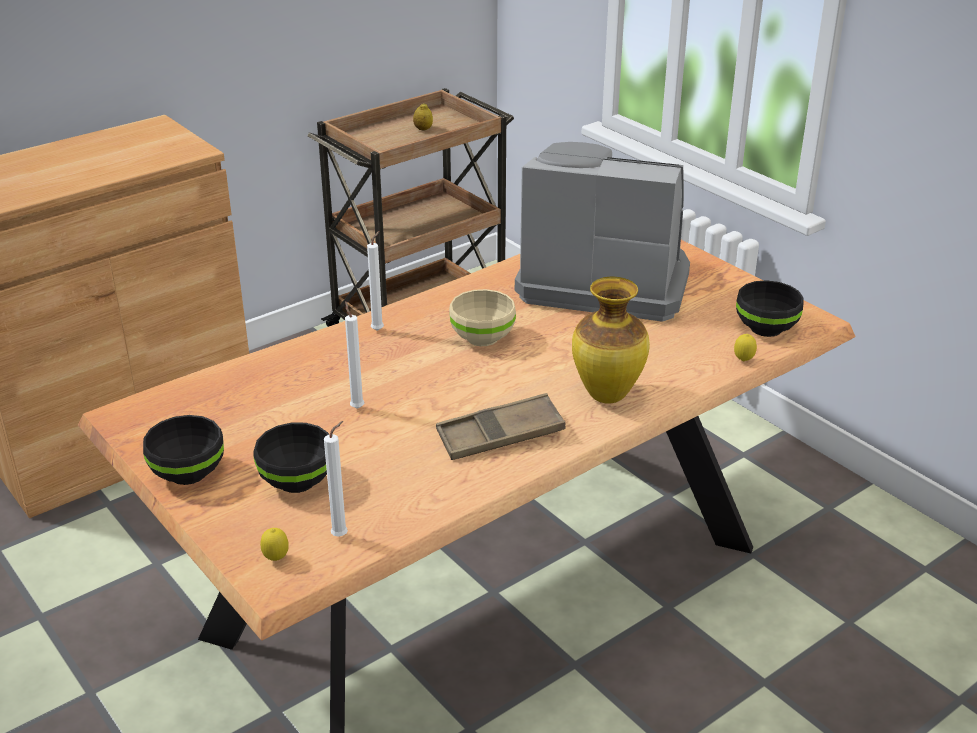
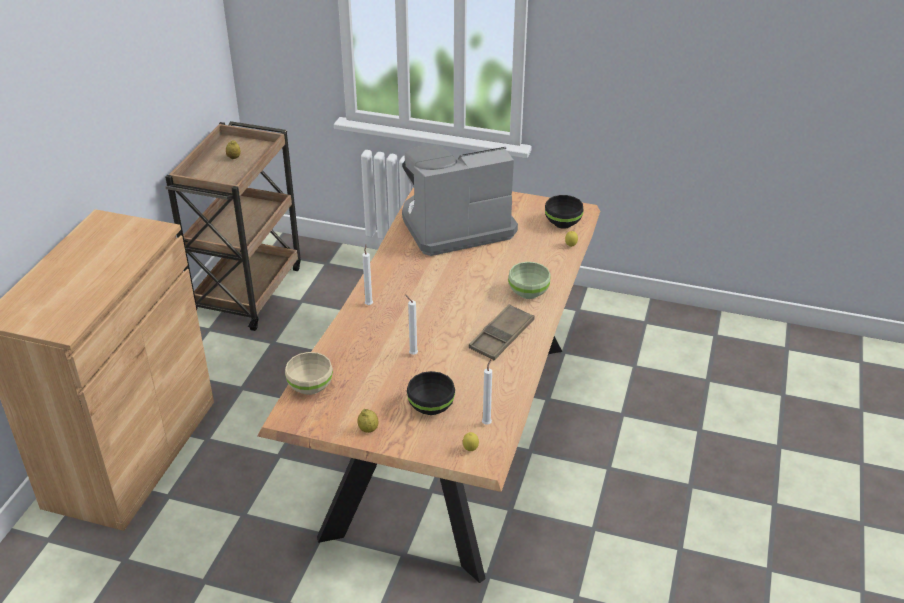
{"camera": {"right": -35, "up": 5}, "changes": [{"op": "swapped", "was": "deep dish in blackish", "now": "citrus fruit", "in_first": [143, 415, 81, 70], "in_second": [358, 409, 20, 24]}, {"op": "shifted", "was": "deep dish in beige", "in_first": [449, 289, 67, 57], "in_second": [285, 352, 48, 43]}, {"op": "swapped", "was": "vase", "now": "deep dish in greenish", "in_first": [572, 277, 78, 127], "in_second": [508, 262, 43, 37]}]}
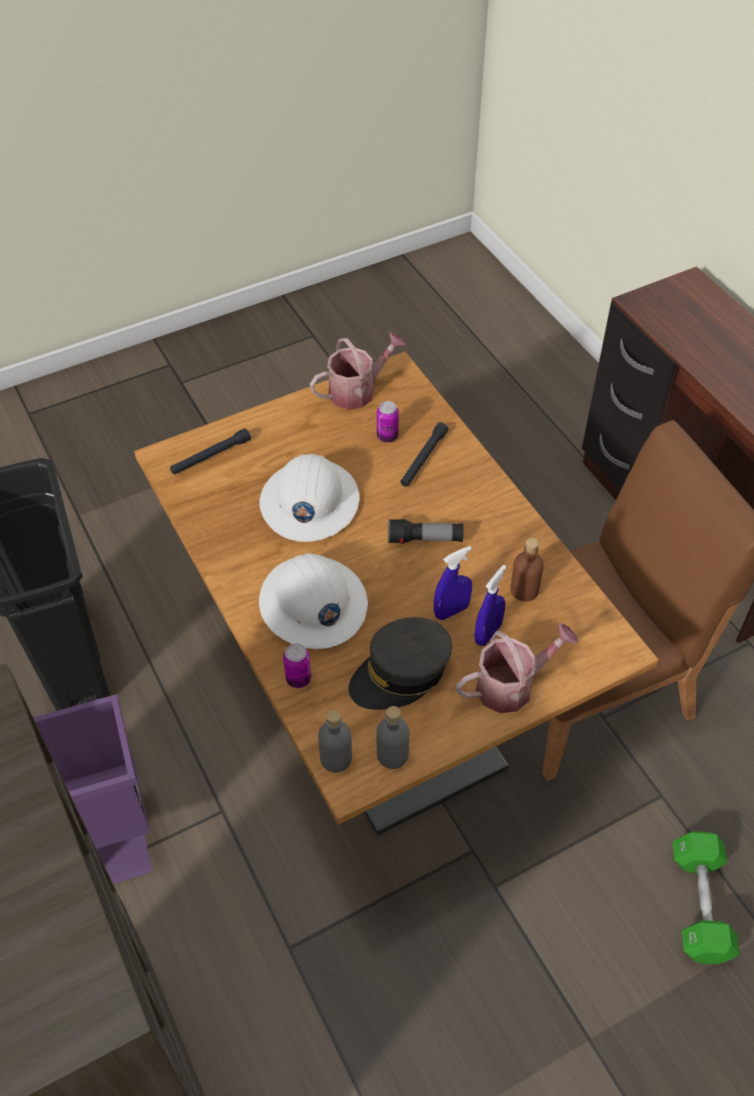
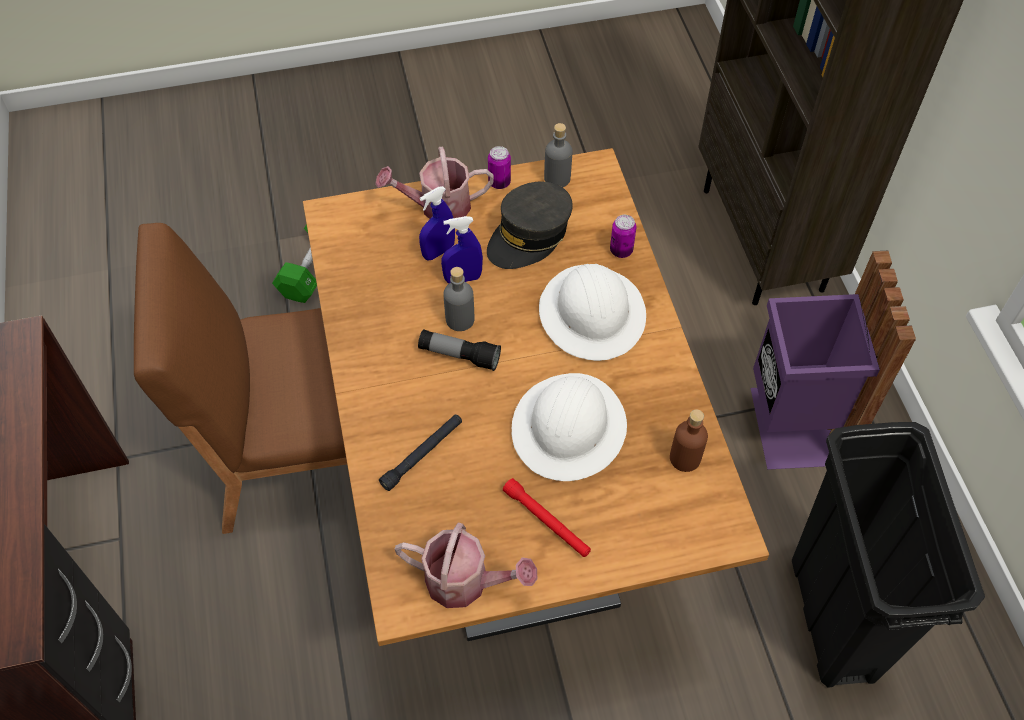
{"camera": {"right": -165, "up": 5}, "changes": [{"op": "gone", "was": "torch in blackish", "in_first": [170, 428, 81, 46]}, {"op": "rotated", "was": "sprinkling can", "in_first": [310, 332, 96, 78], "in_second": [395, 523, 142, 85], "clockwise": -150}, {"op": "shifted", "was": "drink bottle in greyish", "in_first": [318, 710, 34, 62], "in_second": [443, 267, 31, 64]}, {"op": "rotated", "was": "baseball cap in greyish", "in_first": [348, 617, 104, 93], "in_second": [487, 182, 86, 87], "clockwise": 150}, {"op": "shifted", "was": "metal can", "in_first": [377, 401, 22, 42], "in_second": [488, 146, 23, 43]}, {"op": "shifted", "was": "drink bottle in brown", "in_first": [510, 538, 34, 64], "in_second": [670, 409, 38, 63]}, {"op": "new", "now": "torch in red", "in_second": [503, 478, 88, 79]}]}
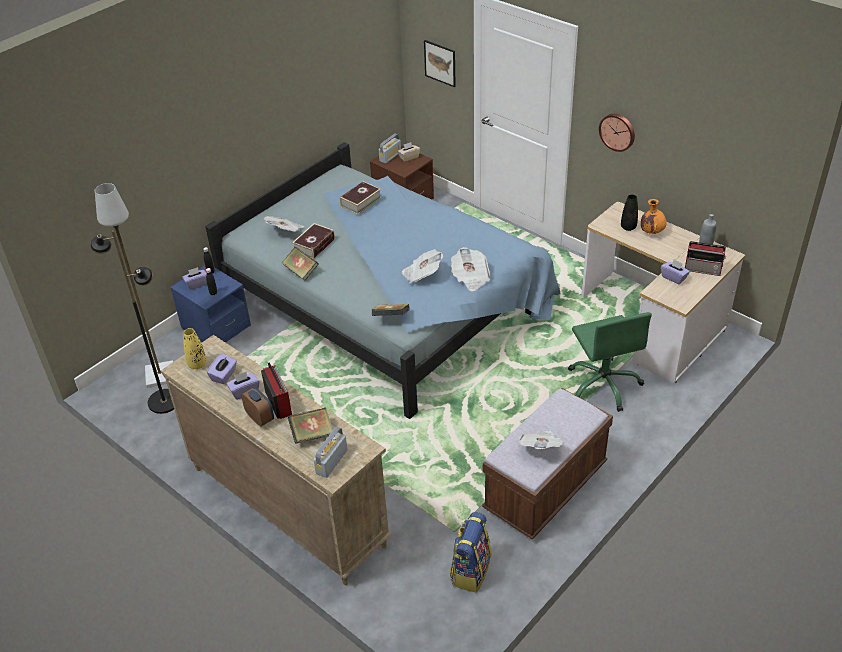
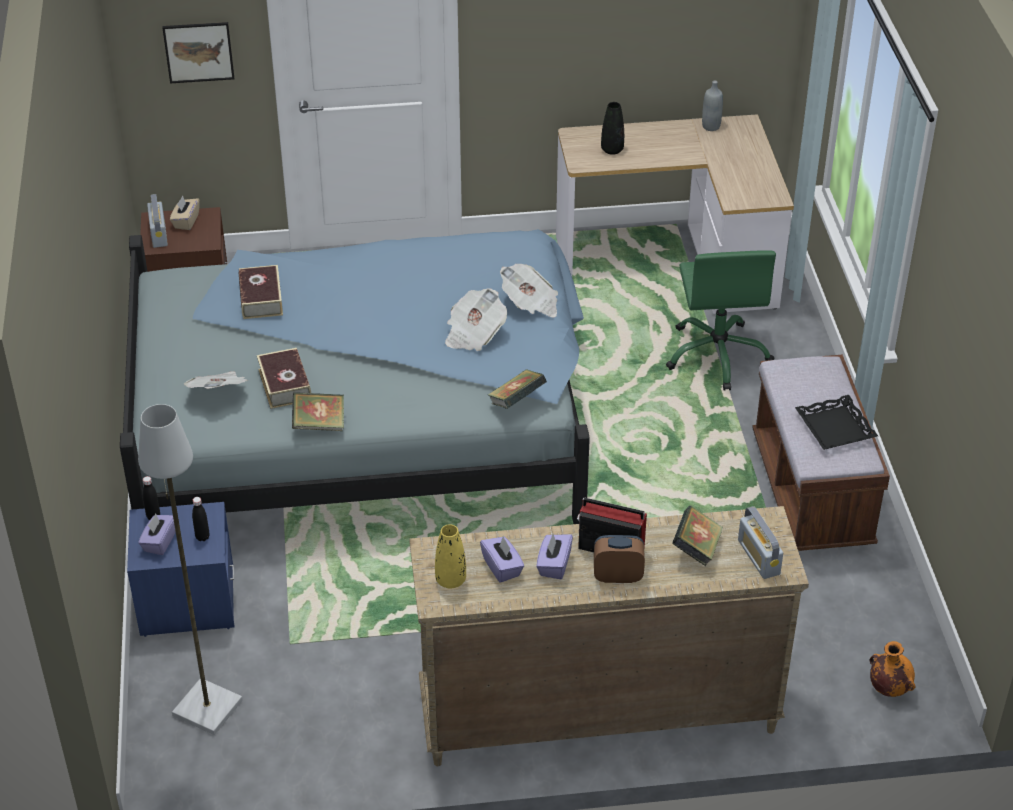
{"camera": {"right": -50, "up": 0}, "changes": [{"op": "gone", "was": "floor lamp in blackish", "in_first": [90, 230, 84, 184]}, {"op": "gone", "was": "backpack", "in_first": [450, 512, 41, 81]}, {"op": "swapped", "was": "printed paper", "now": "serving tray in blackish", "in_first": [518, 431, 47, 18], "in_second": [795, 395, 83, 55]}, {"op": "rotated", "was": "desk chair in greenish", "in_first": [568, 312, 84, 100], "in_second": [666, 250, 110, 140], "clockwise": 60}, {"op": "gone", "was": "wall clock", "in_first": [599, 114, 36, 38]}, {"op": "shifted", "was": "vase in orange", "in_first": [641, 199, 26, 35], "in_second": [869, 641, 47, 56]}, {"op": "gone", "was": "box of tissues in purple-coloured", "in_first": [661, 259, 29, 25]}, {"op": "gone", "was": "radio set", "in_first": [685, 241, 41, 35]}]}
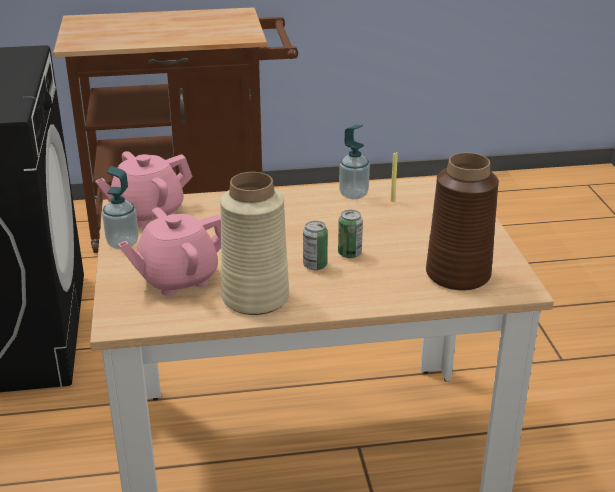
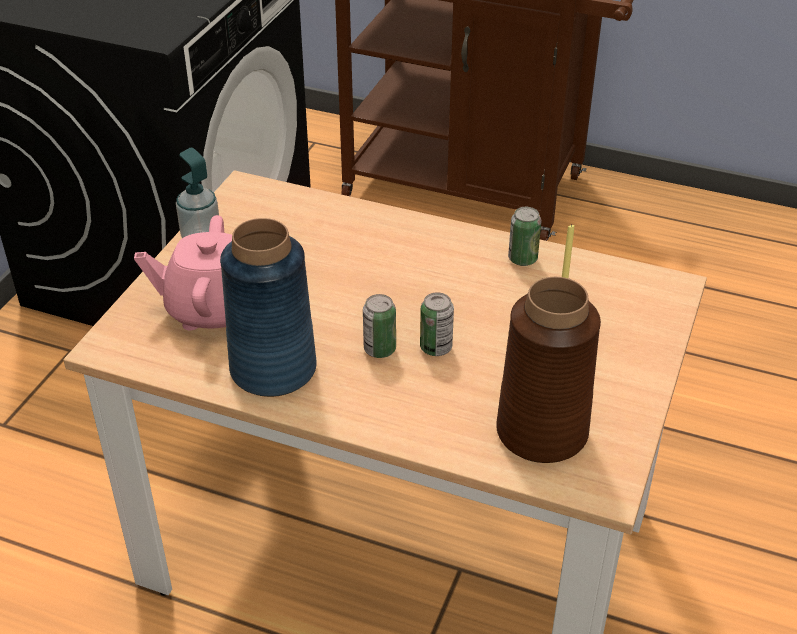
{"camera": {"right": 30, "up": 10}, "changes": [{"op": "gone", "was": "tea pot in pink-coloured", "in_first": [95, 151, 98, 76]}, {"op": "repainted", "was": "vase in beige", "now": "vase in bluish", "in_first": [220, 172, 69, 143], "in_second": [220, 218, 97, 179]}, {"op": "swapped", "was": "liquid soap bottle", "now": "metal can", "in_first": [339, 125, 31, 74], "in_second": [508, 207, 34, 59]}]}
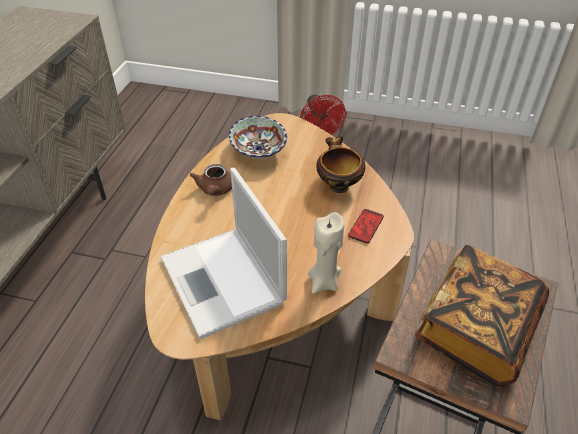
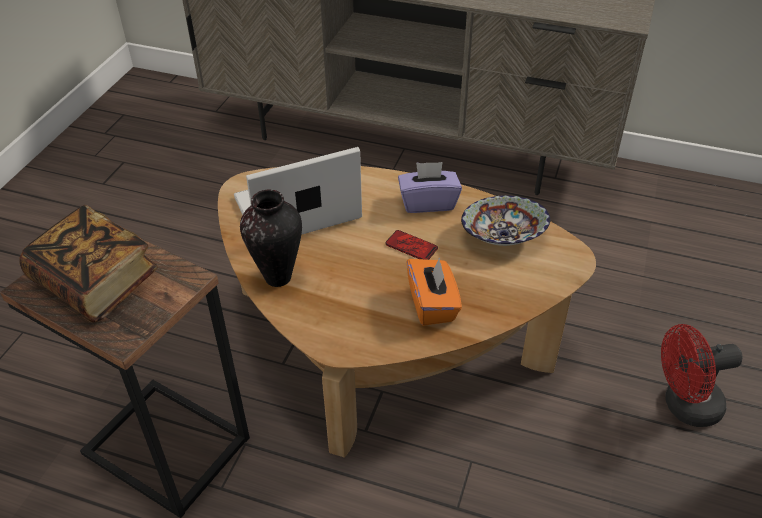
{"camera": {"right": 95, "up": 0}, "changes": [{"op": "swapped", "was": "tea pot in brown", "now": "box of tissues in purple-coloured", "in_first": [190, 164, 42, 32], "in_second": [398, 162, 64, 51]}, {"op": "swapped", "was": "candle in beige", "now": "vase", "in_first": [308, 212, 36, 82], "in_second": [240, 189, 62, 98]}, {"op": "swapped", "was": "deep dish", "now": "box of tissues in orange", "in_first": [317, 136, 49, 57], "in_second": [406, 257, 56, 69]}, {"op": "shifted", "was": "handset", "in_first": [348, 209, 36, 34], "in_second": [385, 230, 53, 30]}]}
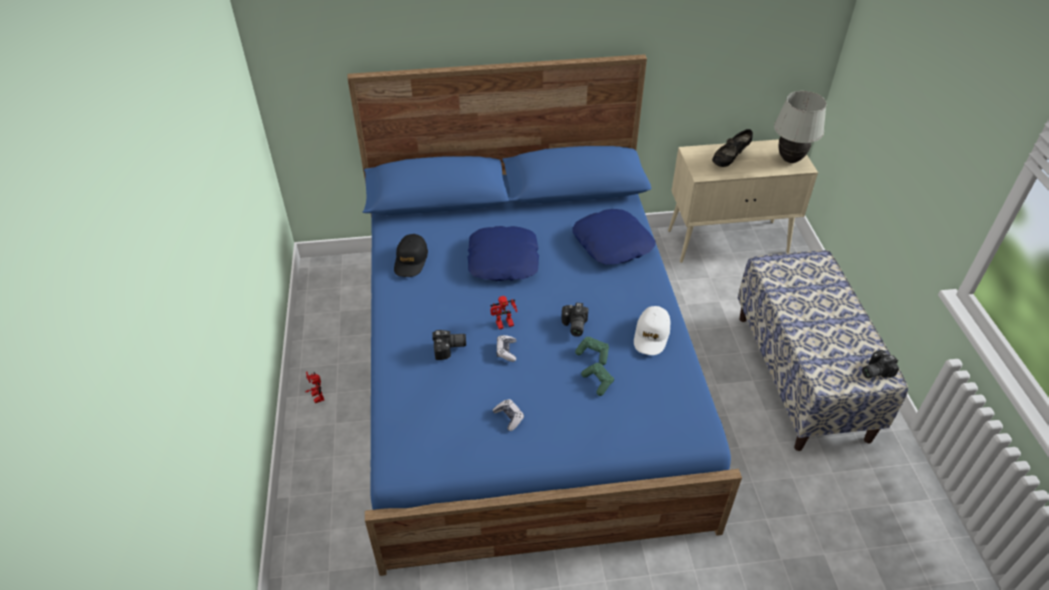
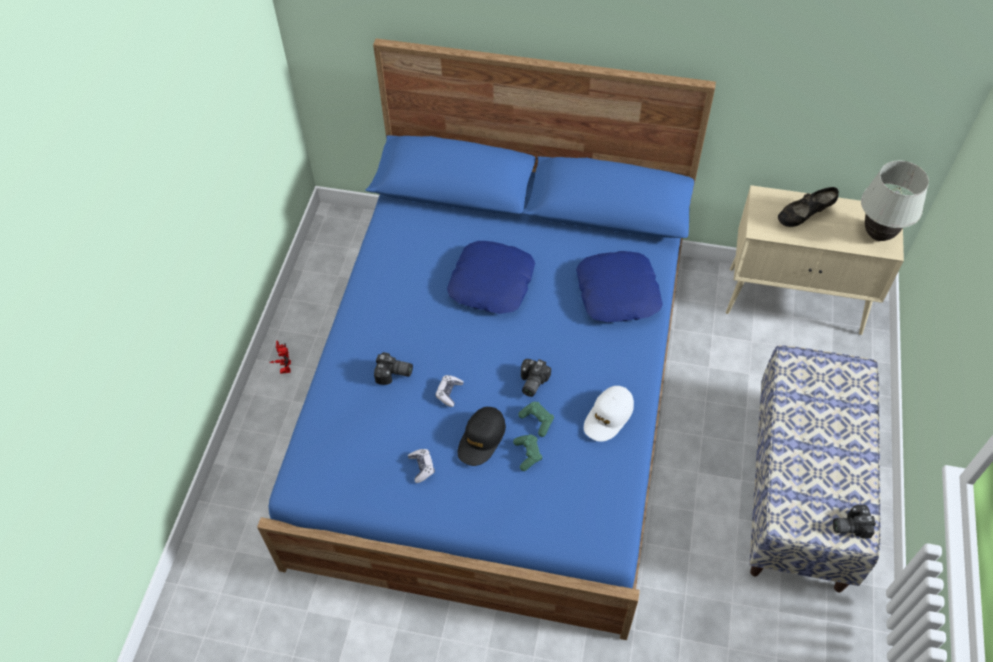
{"camera": {"right": 20, "up": 10}, "changes": [{"op": "shifted", "was": "baseball cap in blackish", "in_first": [394, 234, 34, 43], "in_second": [458, 407, 48, 59]}, {"op": "gone", "was": "model robot", "in_first": [490, 296, 27, 33]}]}
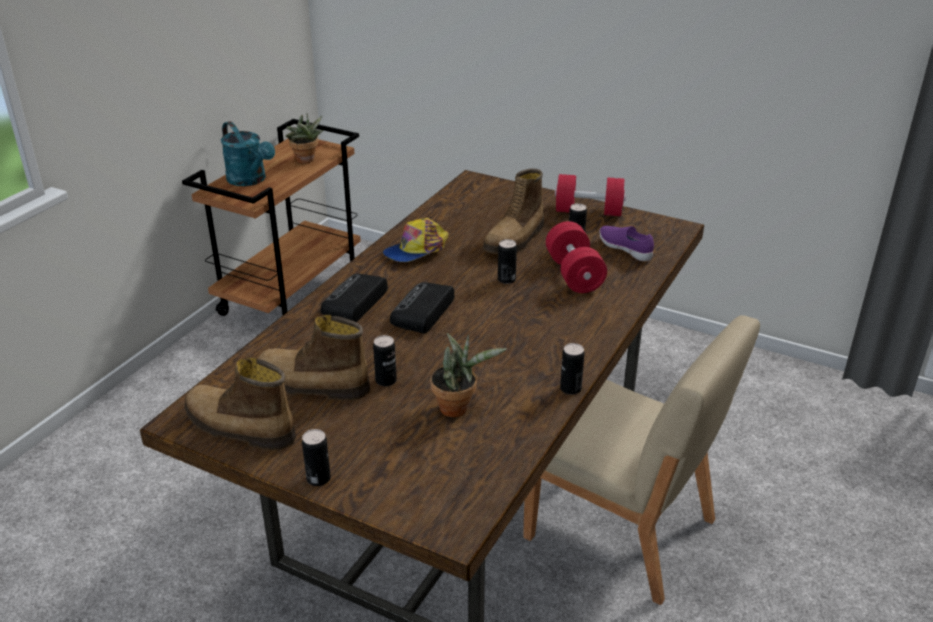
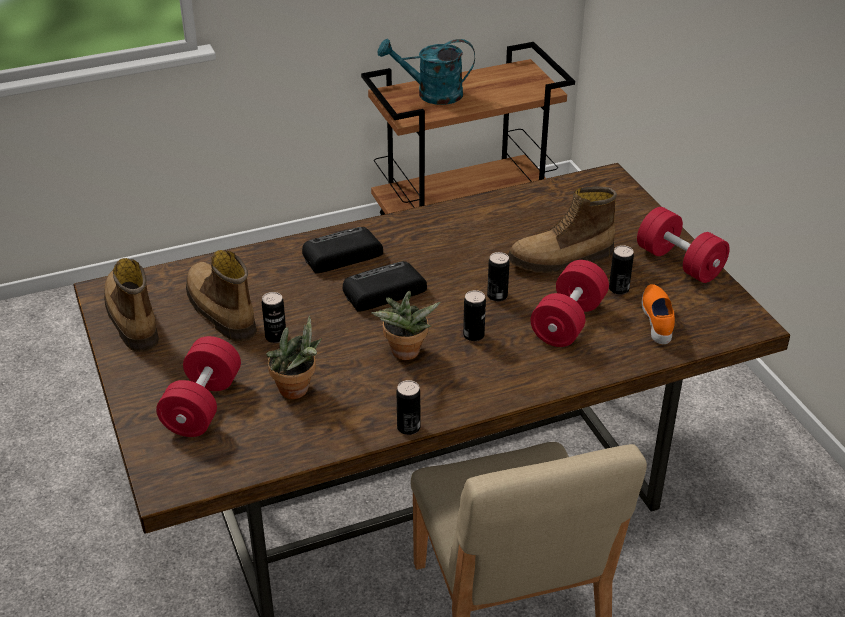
{"camera": {"right": 40, "up": 5}, "changes": [{"op": "rotated", "was": "sprinkling can in blue-green", "in_first": [221, 121, 54, 65], "in_second": [378, 39, 97, 66], "clockwise": 90}, {"op": "shifted", "was": "plant in a pot", "in_first": [285, 113, 38, 51], "in_second": [371, 291, 70, 69]}, {"op": "shifted", "was": "metal can", "in_first": [302, 429, 29, 57], "in_second": [463, 290, 23, 51]}, {"op": "gone", "was": "baseball cap", "in_first": [383, 218, 66, 44]}, {"op": "repainted", "was": "item of footwear in purple-coloured", "now": "item of footwear in orange", "in_first": [599, 226, 55, 35], "in_second": [642, 284, 33, 60]}, {"op": "new", "now": "dumbbell in red", "in_second": [156, 336, 85, 101]}]}
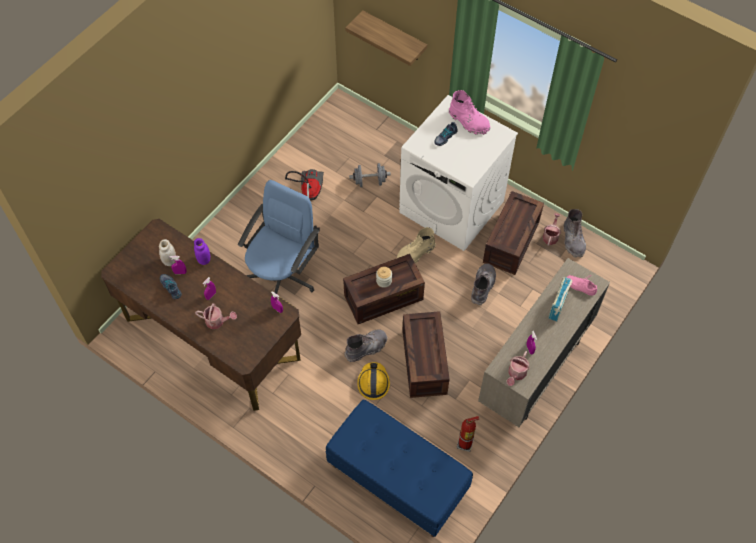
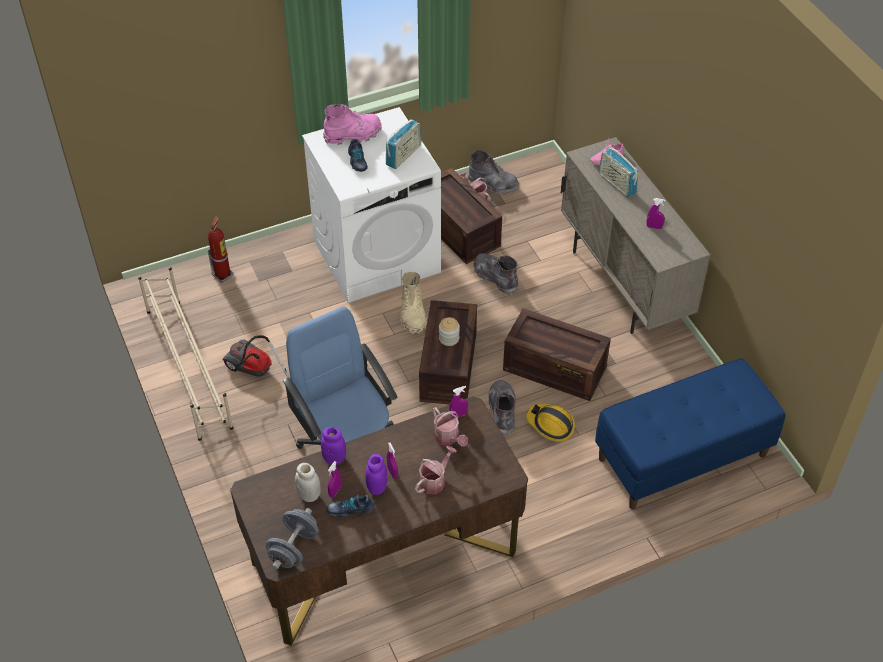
{"camera": {"right": -60, "up": -10}, "changes": [{"op": "gone", "was": "wall shelf", "in_first": [345, 10, 82, 56]}, {"op": "shifted", "was": "dumbbell in greyish", "in_first": [349, 163, 42, 24], "in_second": [266, 508, 53, 62]}, {"op": "shifted", "was": "extinguisher", "in_first": [457, 416, 22, 36], "in_second": [208, 217, 26, 66]}, {"op": "shifted", "was": "sprinkling can", "in_first": [507, 351, 23, 35], "in_second": [433, 407, 35, 39]}, {"op": "new", "now": "shoe stand in beige", "in_second": [138, 267, 95, 174]}, {"op": "new", "now": "jar in purple-coloured", "in_second": [365, 454, 22, 41]}, {"op": "new", "now": "radio set", "in_second": [386, 119, 35, 50]}]}
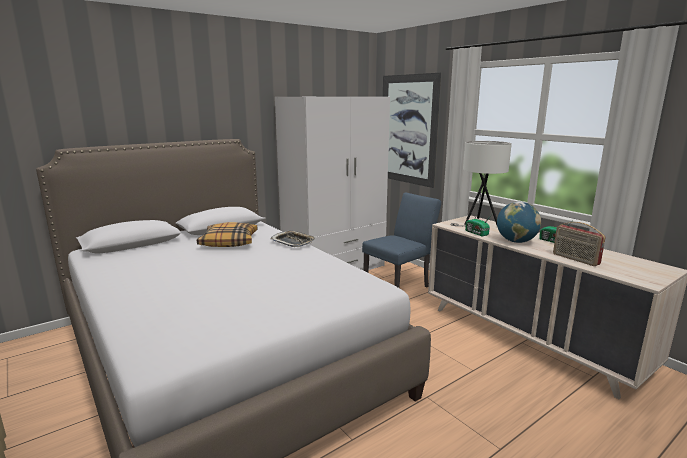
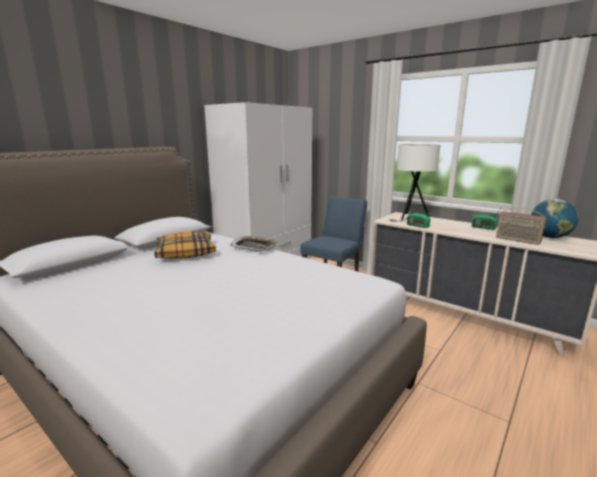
{"camera": {"right": -15, "up": 0}, "changes": [{"op": "gone", "was": "picture", "in_first": [383, 73, 58, 115]}, {"op": "shifted", "was": "world globe", "in_first": [497, 202, 44, 41], "in_second": [531, 199, 48, 39]}]}
